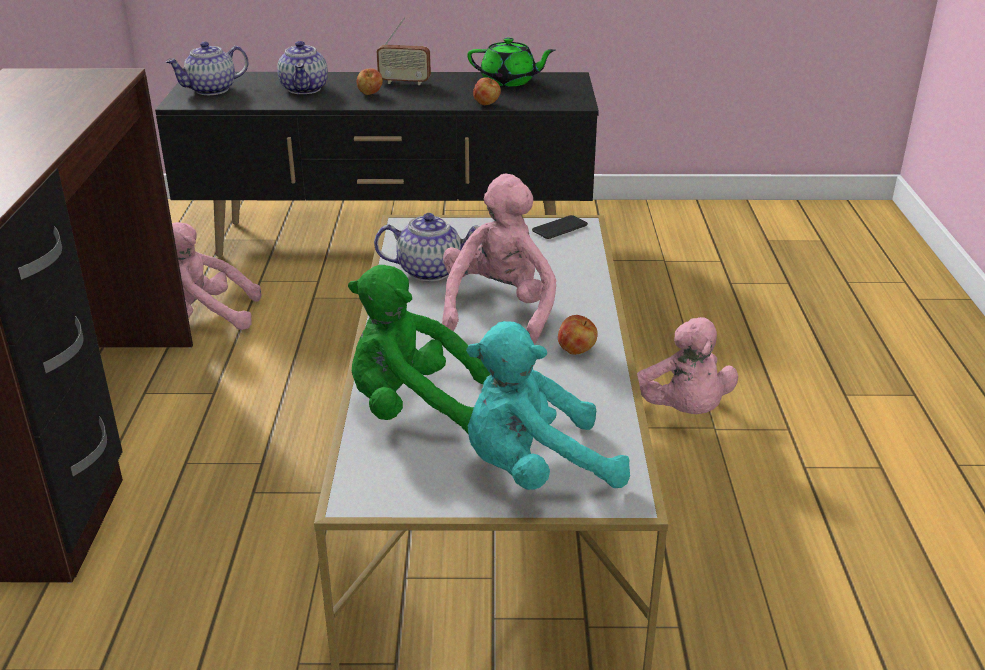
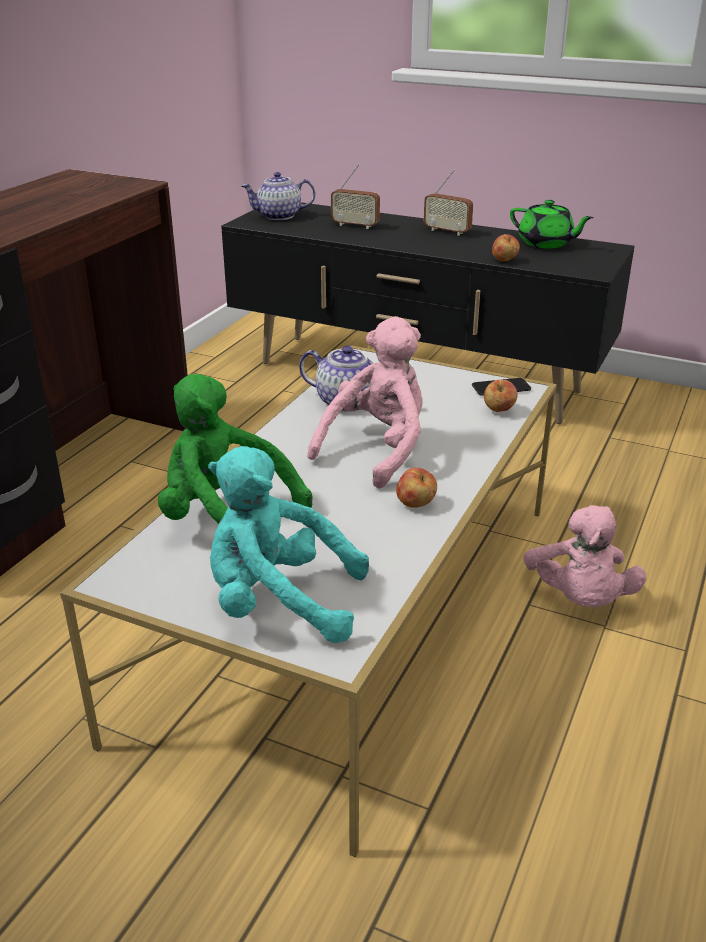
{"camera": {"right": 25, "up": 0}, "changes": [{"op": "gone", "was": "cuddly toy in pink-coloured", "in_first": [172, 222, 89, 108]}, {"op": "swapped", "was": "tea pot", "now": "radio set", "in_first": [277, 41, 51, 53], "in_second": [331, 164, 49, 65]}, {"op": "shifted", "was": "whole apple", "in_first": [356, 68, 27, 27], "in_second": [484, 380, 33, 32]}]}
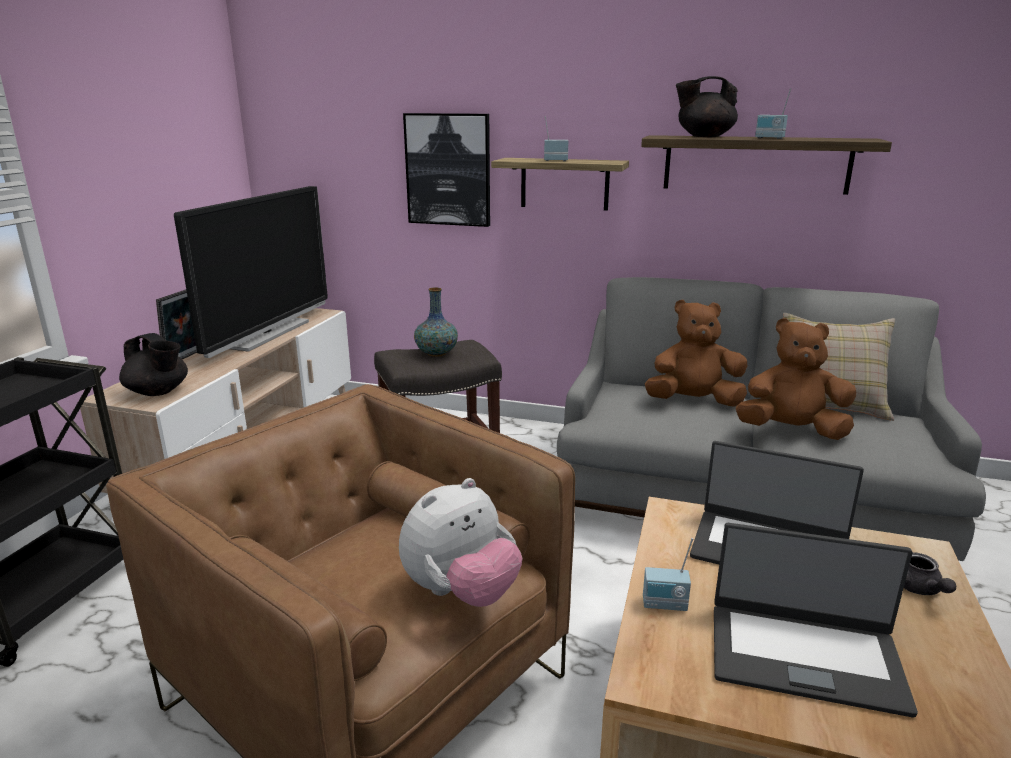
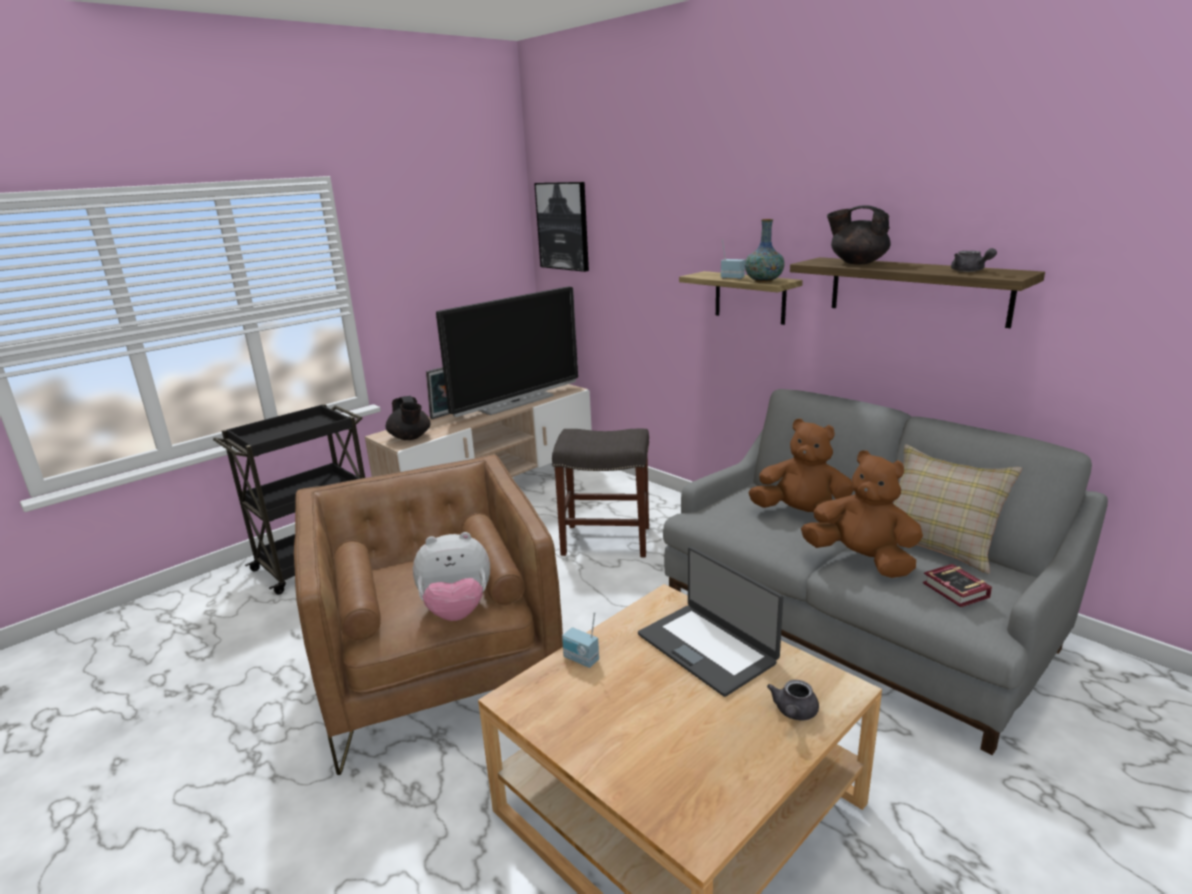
{"camera": {"right": 30, "up": 0}, "changes": [{"op": "shifted", "was": "picture", "in_first": [403, 113, 87, 114], "in_second": [534, 182, 55, 90]}, {"op": "shifted", "was": "vase", "in_first": [414, 287, 44, 70], "in_second": [745, 219, 40, 64]}, {"op": "gone", "was": "notebook computer", "in_first": [714, 523, 204, 194]}, {"op": "gone", "was": "radio set", "in_first": [755, 88, 36, 51]}, {"op": "new", "now": "volume", "in_second": [923, 564, 69, 44]}, {"op": "new", "now": "tea pot in greyish", "in_second": [951, 248, 46, 24]}]}
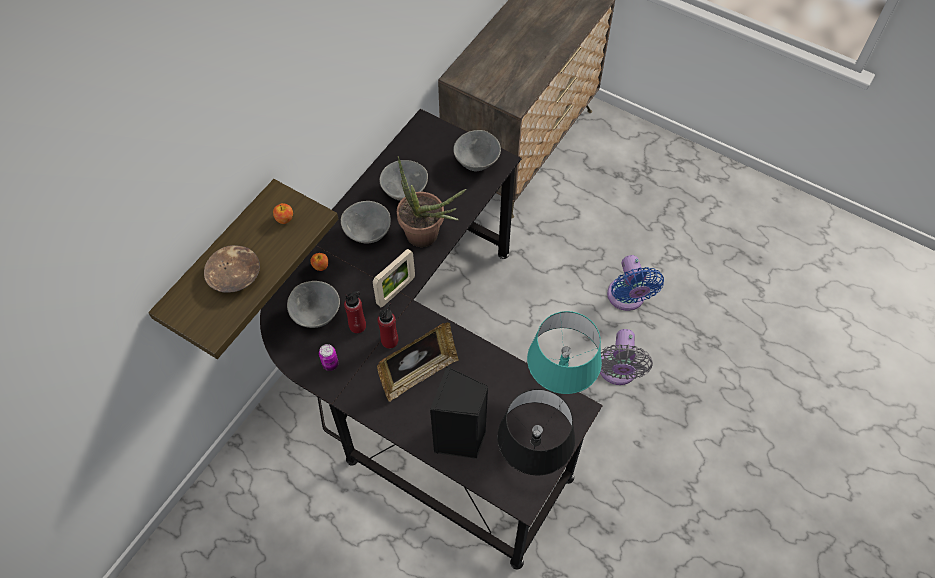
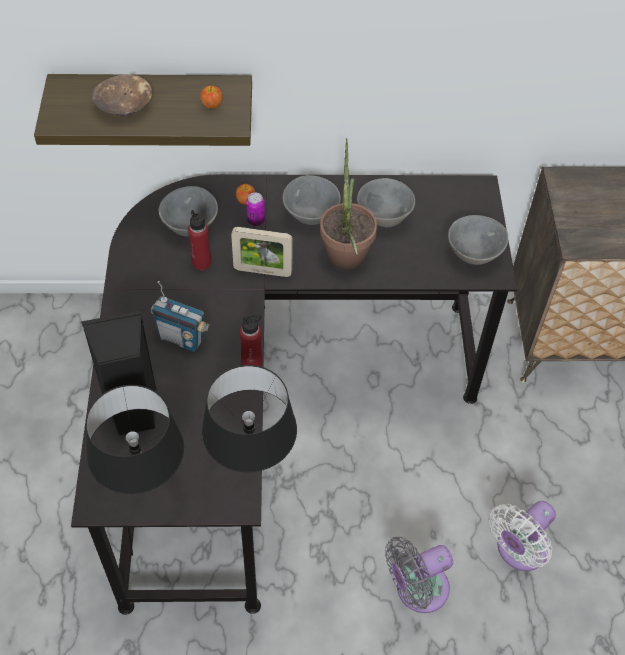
{"camera": {"right": 55, "up": -5}, "changes": [{"op": "shifted", "was": "metal can", "in_first": [319, 344, 20, 27], "in_second": [246, 193, 19, 33]}, {"op": "swapped", "was": "picture frame", "now": "radio set", "in_first": [377, 322, 82, 80], "in_second": [151, 281, 59, 71]}, {"op": "shifted", "was": "drink bottle in red", "in_first": [378, 303, 20, 46], "in_second": [239, 315, 24, 51]}, {"op": "repainted", "was": "lamp for a table in blue-green", "now": "lamp for a table in blackish", "in_first": [527, 311, 75, 83], "in_second": [201, 365, 96, 107]}, {"op": "repainted", "was": "electric fan in bluish", "now": "electric fan in white-coloured", "in_first": [607, 255, 57, 56], "in_second": [489, 501, 67, 70]}]}
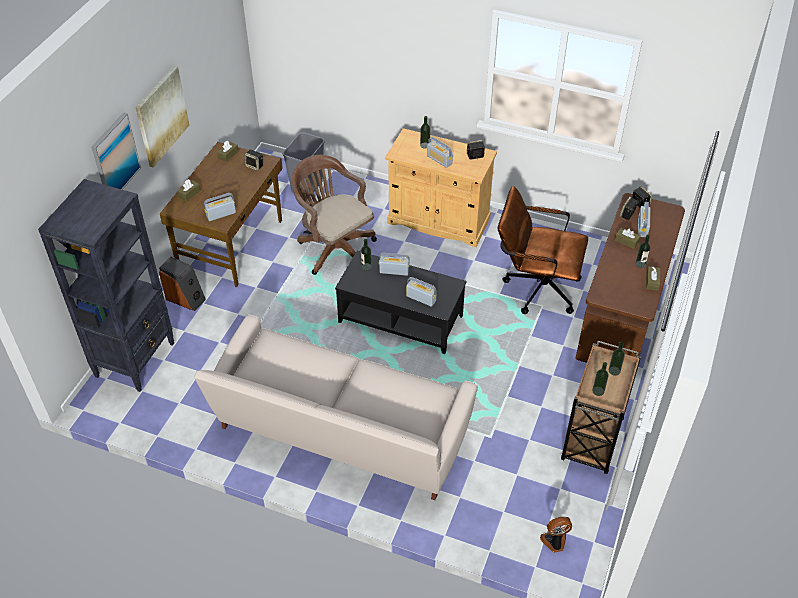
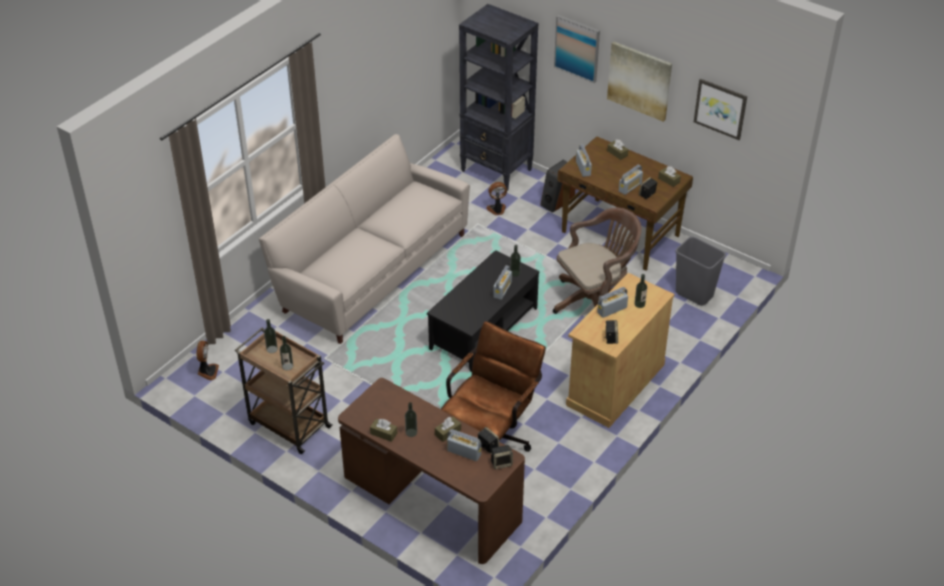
{"camera": {"right": 105, "up": -5}, "changes": [{"op": "shifted", "was": "radio set", "in_first": [406, 277, 31, 30], "in_second": [619, 165, 24, 30]}, {"op": "new", "now": "electric fan", "in_second": [486, 182, 21, 33]}, {"op": "new", "now": "picture", "in_second": [694, 79, 53, 61]}]}
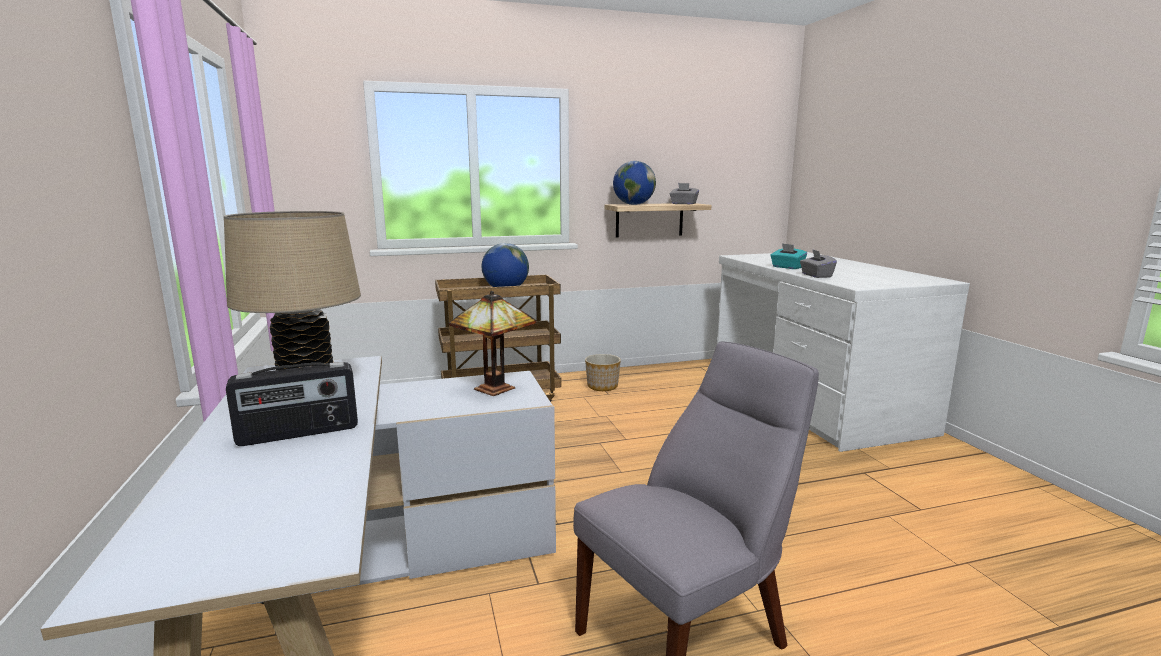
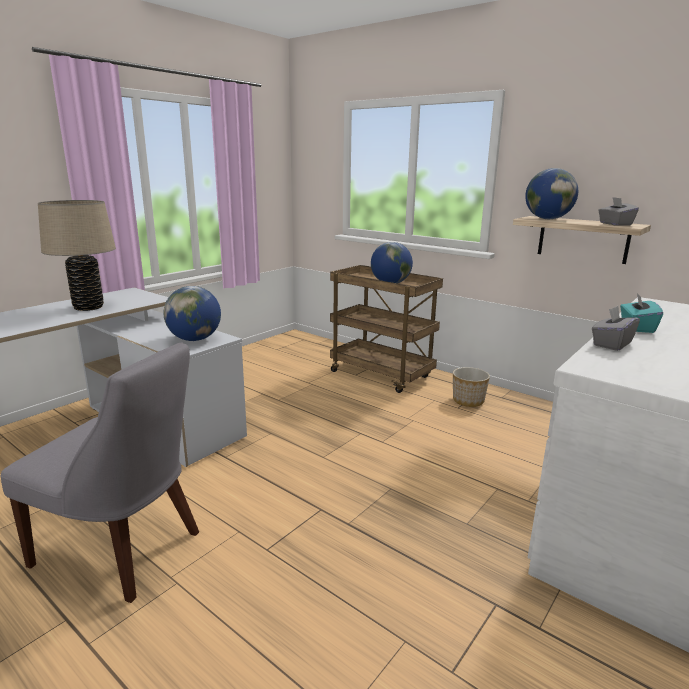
{"camera": {"right": 55, "up": 5}, "changes": [{"op": "gone", "was": "radio set", "in_first": [226, 362, 132, 84]}, {"op": "swapped", "was": "lamp for a table", "now": "world globe", "in_first": [449, 291, 88, 105], "in_second": [163, 286, 58, 55]}]}
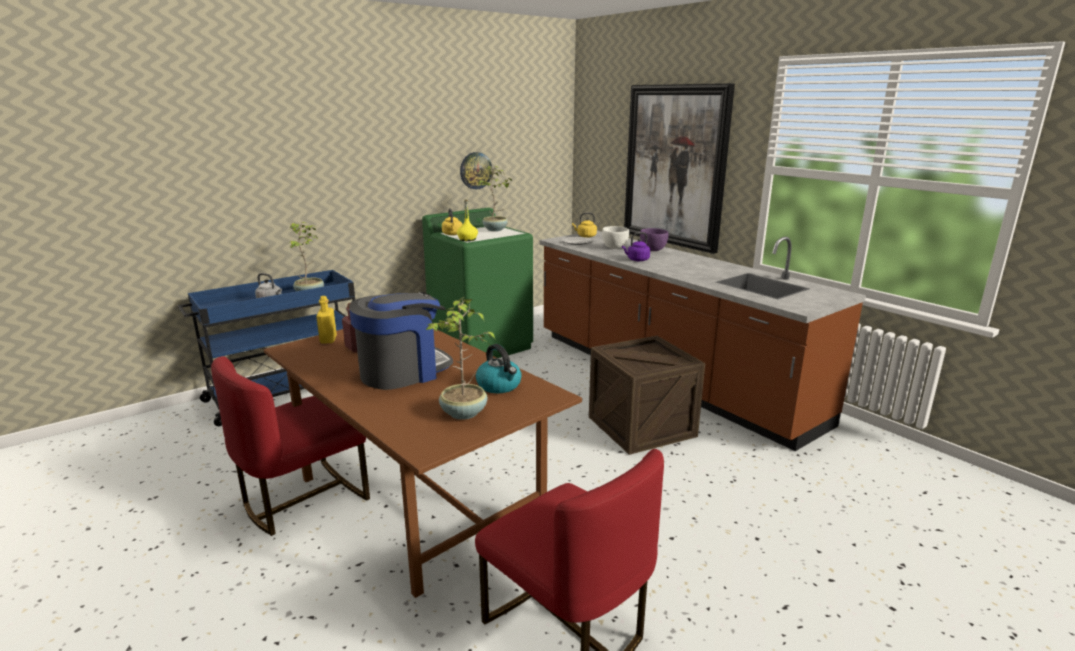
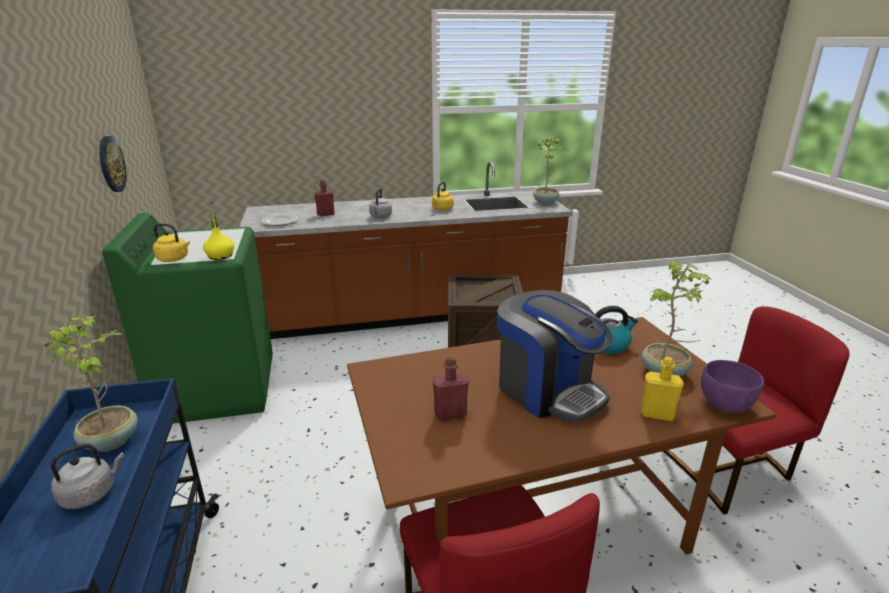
{"camera": {"right": -65, "up": 5}, "changes": [{"op": "shifted", "was": "drink bottle in yellow-coloured", "in_first": [316, 296, 21, 48], "in_second": [641, 357, 43, 64]}, {"op": "rotated", "was": "coffee maker", "in_first": [349, 292, 104, 98], "in_second": [497, 290, 116, 132], "clockwise": 150}, {"op": "shifted", "was": "plant in a pot", "in_first": [478, 166, 34, 65], "in_second": [533, 136, 34, 69]}, {"op": "shifted", "was": "tea kettle in yellow-coloured", "in_first": [572, 213, 25, 25], "in_second": [432, 182, 21, 28]}, {"op": "swapped", "was": "deep dish in white-coloured", "now": "drink bottle in red", "in_first": [602, 226, 27, 23], "in_second": [314, 180, 21, 36]}, {"op": "repainted", "was": "tea kettle in purple-coloured", "now": "tea kettle in greyish", "in_first": [622, 232, 28, 29], "in_second": [369, 188, 23, 30]}, {"op": "gone", "was": "picture", "in_first": [624, 83, 111, 171]}, {"op": "shifted", "was": "deep dish in purple-coloured", "in_first": [640, 228, 29, 23], "in_second": [701, 360, 63, 53]}]}
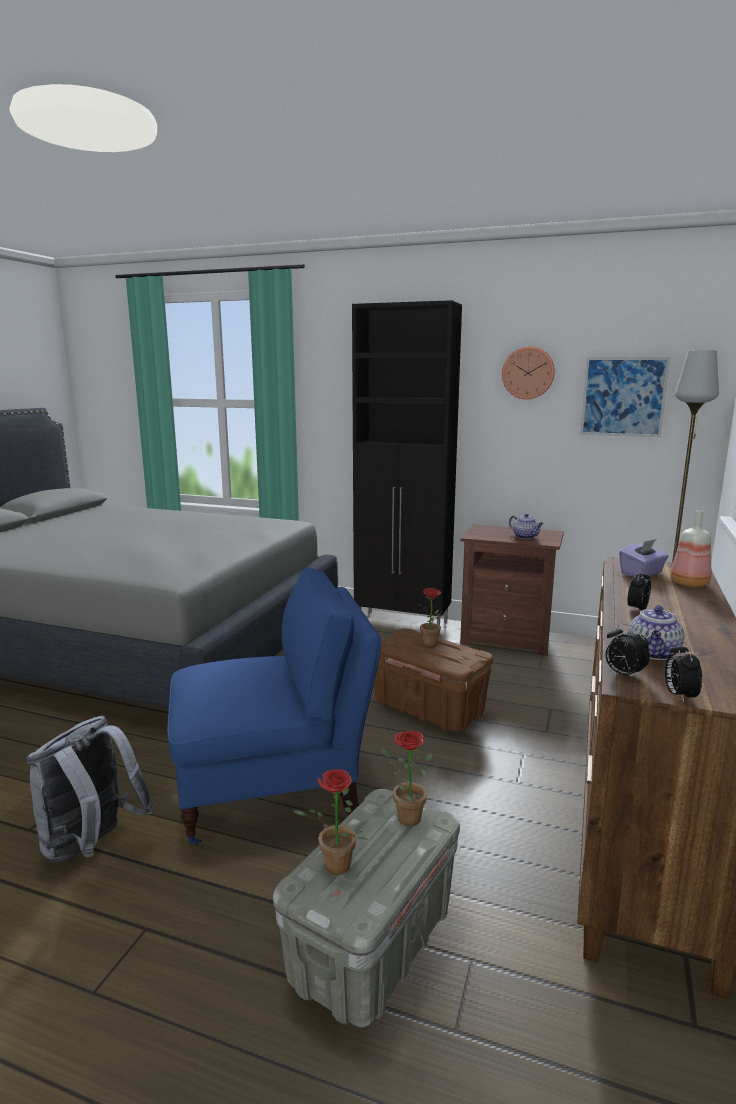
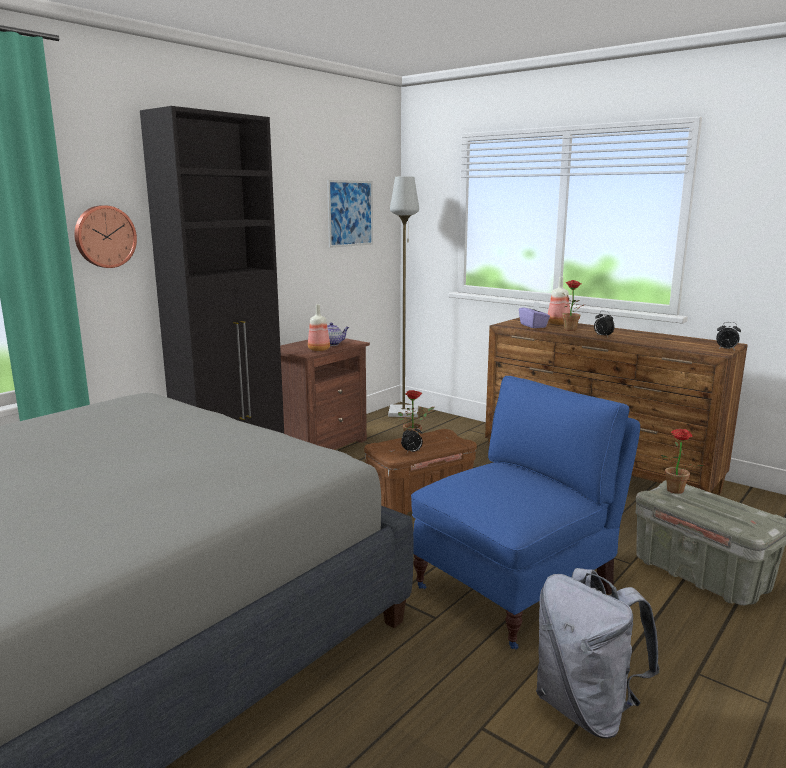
{"camera": {"right": -70, "up": 0}, "changes": [{"op": "rotated", "was": "armchair in bluish", "in_first": [167, 568, 214, 278], "in_second": [411, 376, 229, 273], "clockwise": 45}, {"op": "shifted", "was": "plant in a pot", "in_first": [293, 769, 75, 106], "in_second": [562, 280, 22, 51]}, {"op": "shifted", "was": "wall clock", "in_first": [502, 346, 53, 53], "in_second": [74, 205, 63, 63]}, {"op": "shifted", "was": "alarm clock", "in_first": [605, 624, 45, 56], "in_second": [401, 426, 22, 27]}, {"op": "gone", "was": "tea pot", "in_first": [628, 605, 57, 55]}, {"op": "new", "now": "drink bottle", "in_second": [308, 304, 22, 47]}]}
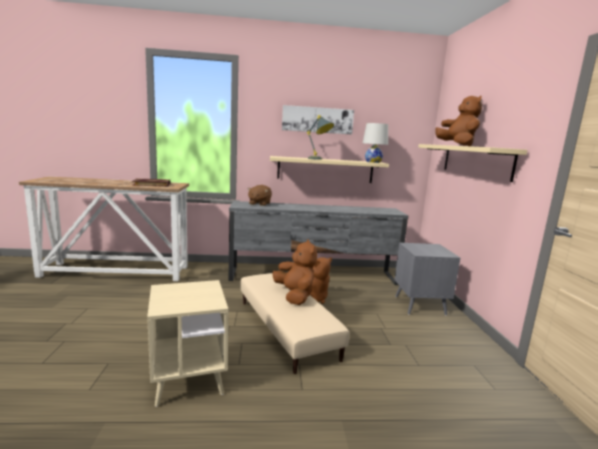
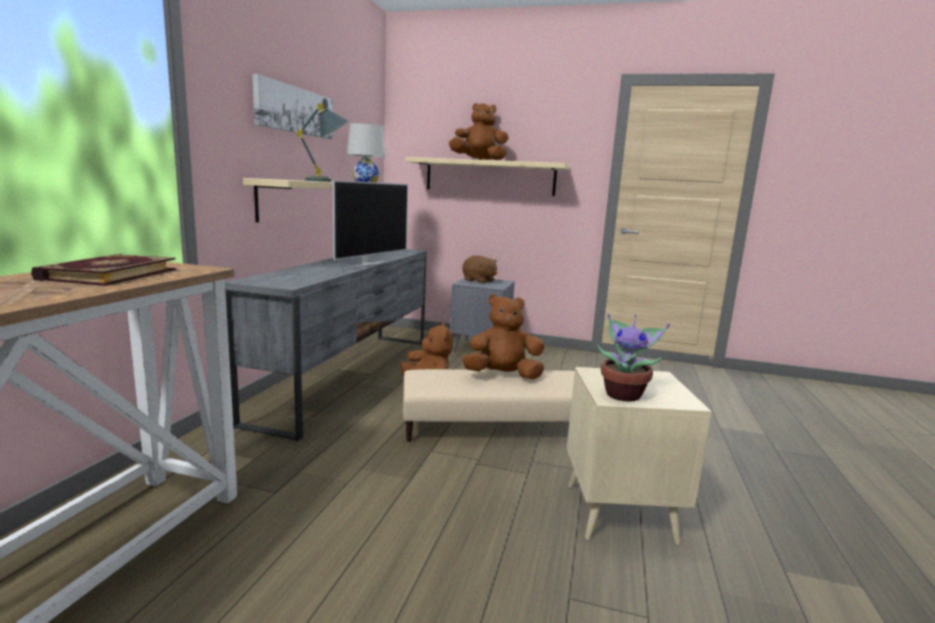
{"camera": {"right": -70, "up": 0}, "changes": [{"op": "shifted", "was": "cuddly toy in brown", "in_first": [247, 185, 25, 21], "in_second": [462, 255, 35, 29]}, {"op": "new", "now": "TV set", "in_second": [333, 180, 75, 88]}, {"op": "new", "now": "plant in a pot", "in_second": [597, 313, 73, 89]}]}
